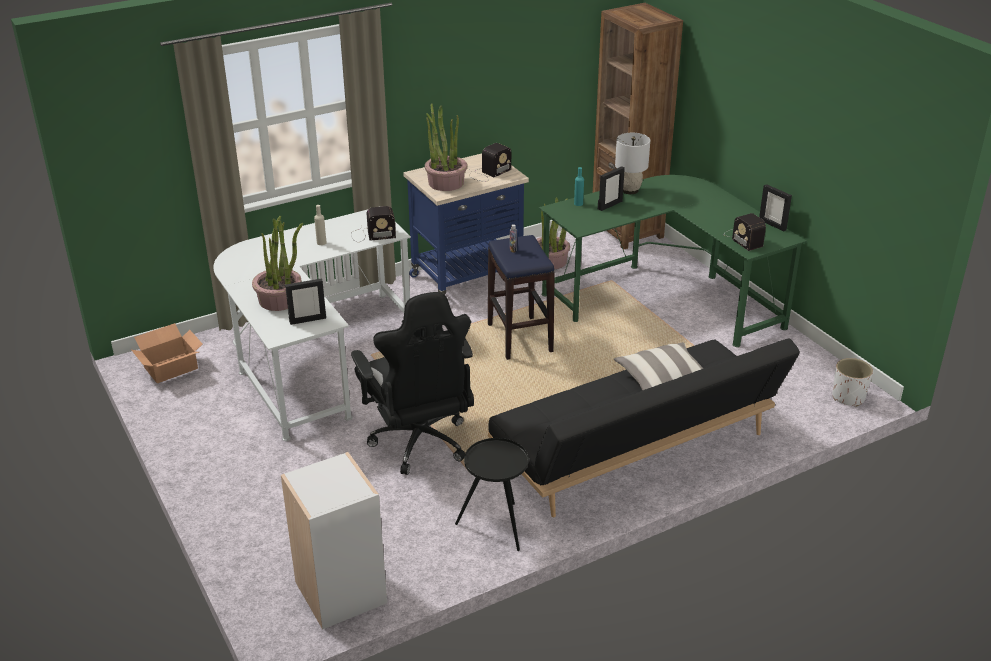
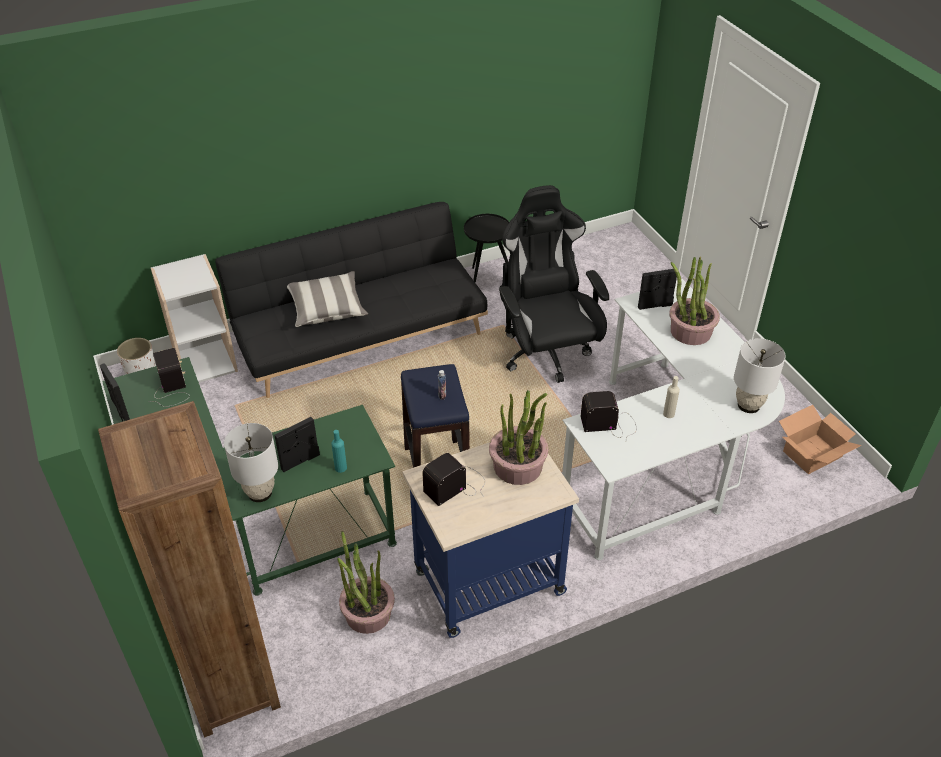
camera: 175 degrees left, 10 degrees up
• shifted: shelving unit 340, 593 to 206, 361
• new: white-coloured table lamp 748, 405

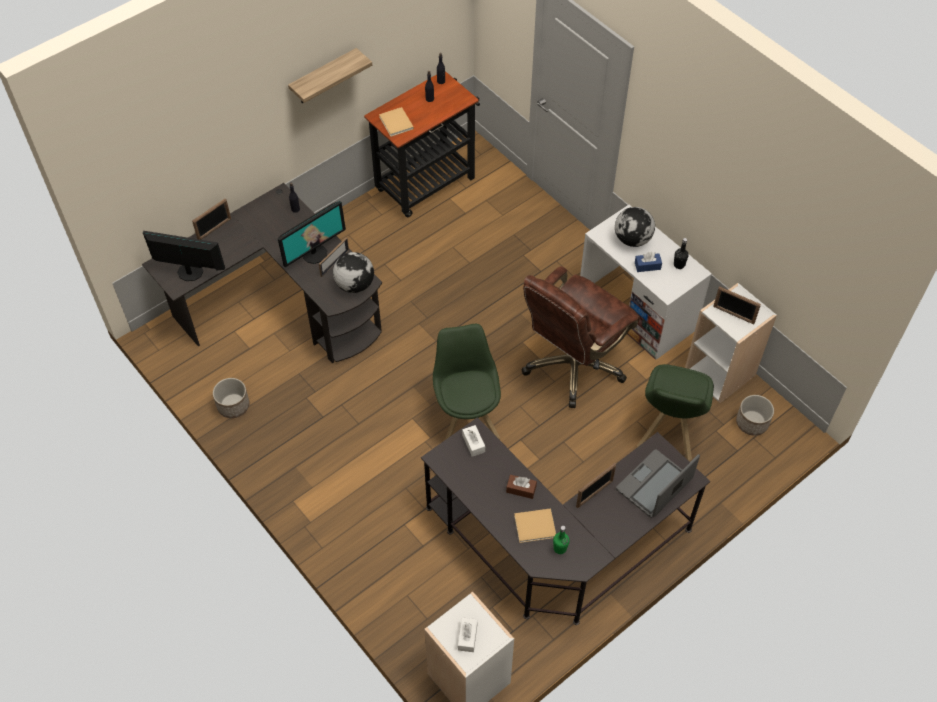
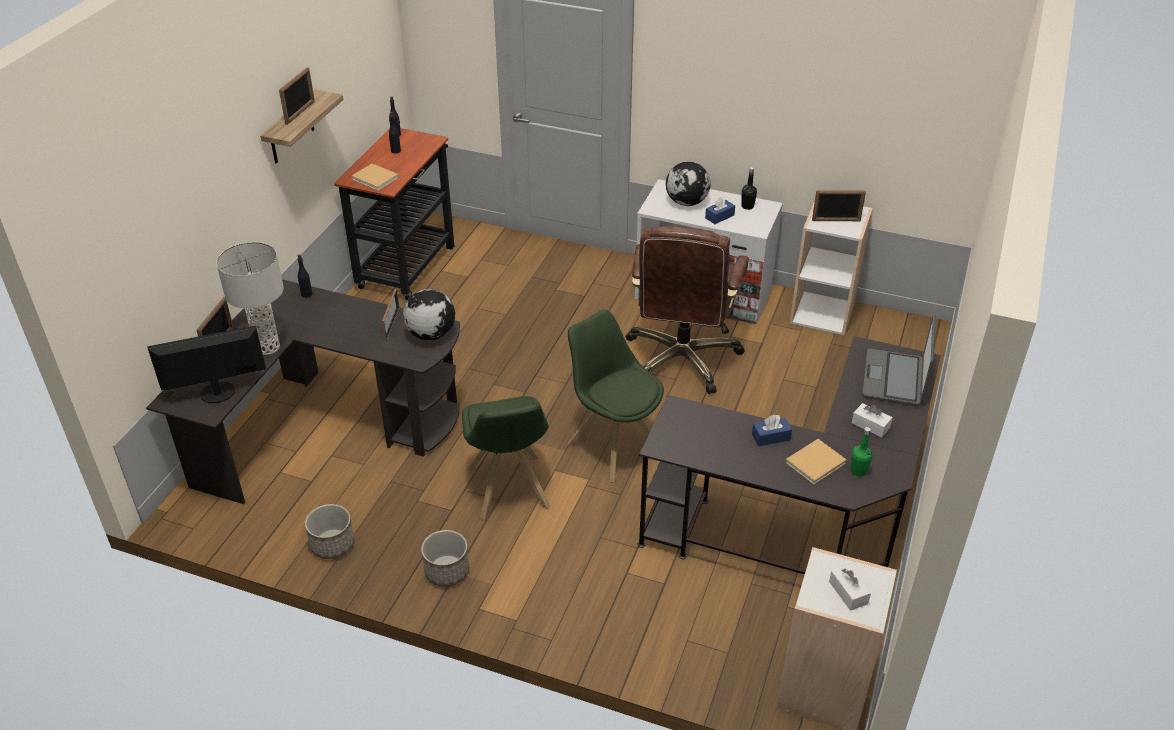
camera: 30 degrees left, 15 degrees down
• new: white-coloured table lamp 266, 347
• shifted: picture frame 594, 493 to 300, 112
• shifted: planter 752, 422 to 447, 571
• shifted: greenish chair 669, 430 to 509, 488
• repainted: brownish tissue box 521, 489 to blue-coloured tissue box 771, 437
• shifted: white-coloured tissue box 473, 443 to 870, 425
• gone: computer display 314, 253

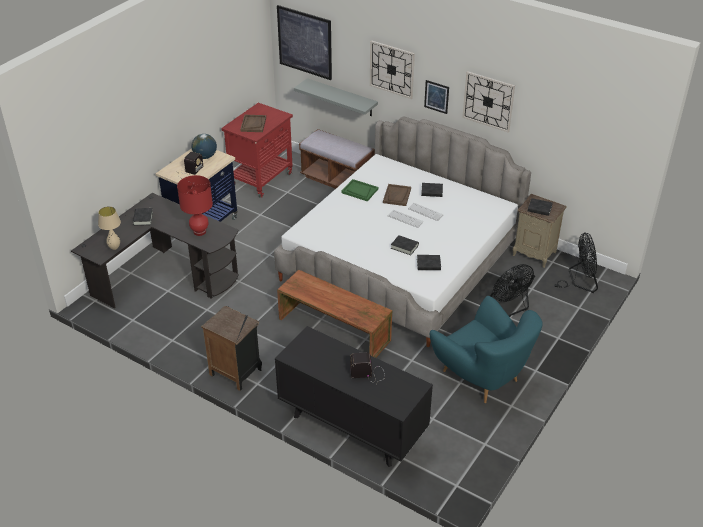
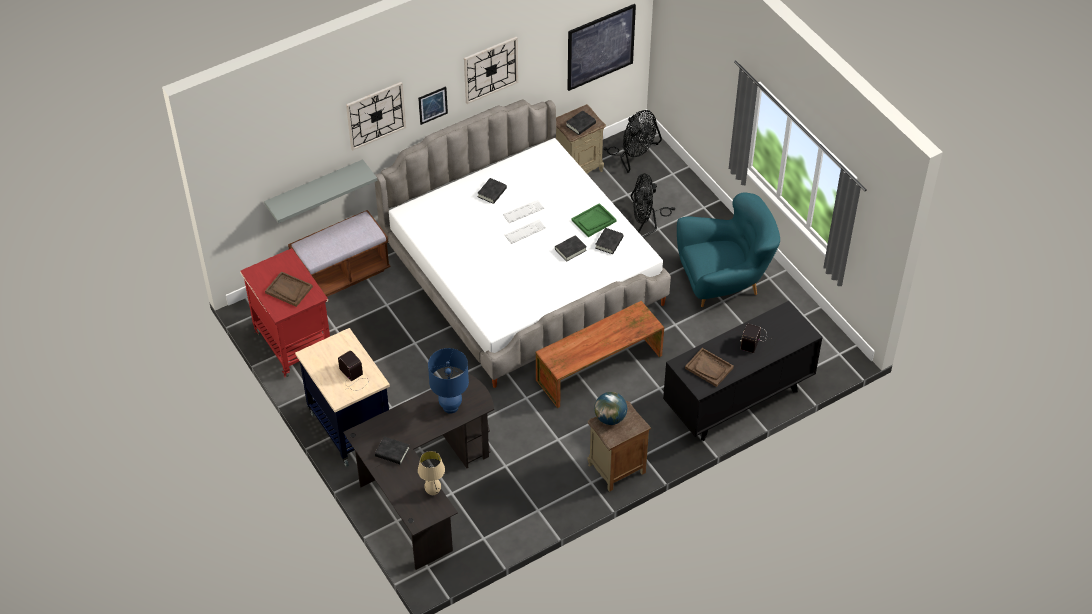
camera: 65 degrees left, 10 degrees up
• repainted: reddish table lamp 199, 232 to blue-coloured table lamp 450, 407
• shifted: picture 305, 42 to 600, 47
• shifted: greenish tray 359, 191 to 593, 221
• repainted: black nightstand 235, 371 to beige nightstand 616, 468
• shifted: world globe 205, 156 to 610, 418
• rotated: black electric fan 578, 278 = 633, 154 105 degrees clockwise
• shifted: brownish tray 397, 196 to 709, 368

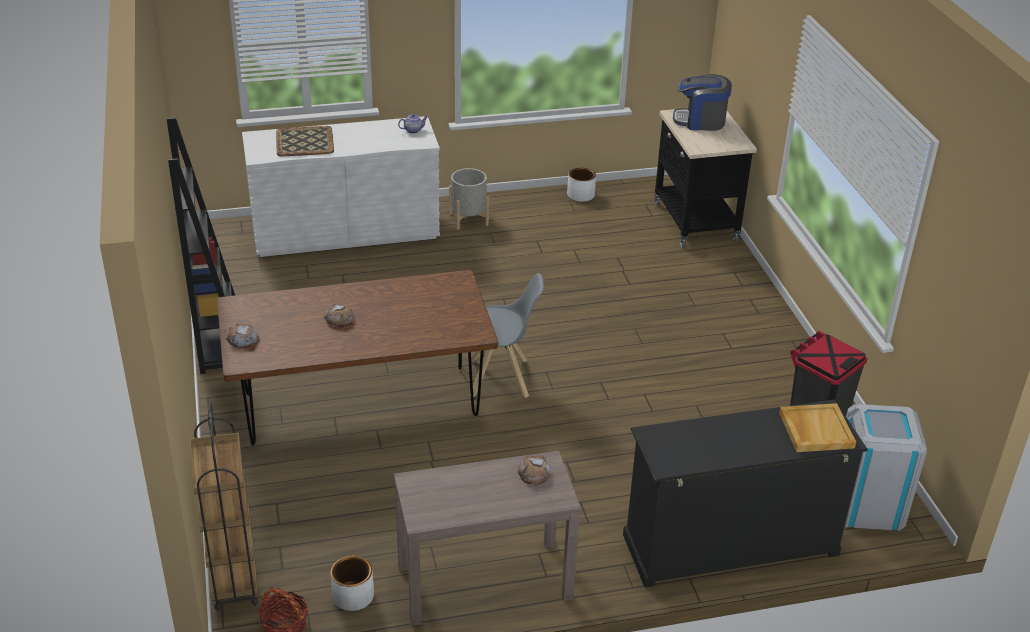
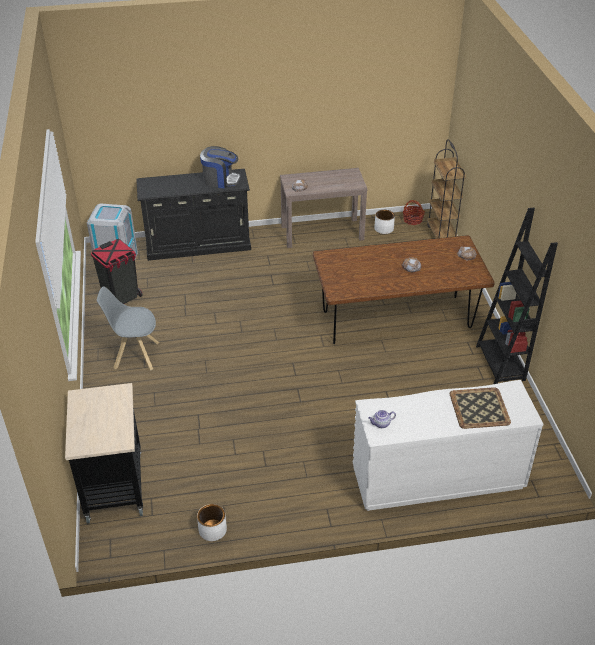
camera: 175 degrees left, 5 degrees up
• shifted: grey chair 501, 378 to 135, 355
• shifted: coffee maker 700, 121 to 220, 180
• gone: grey planter 468, 219
• gone: beige tray 815, 430

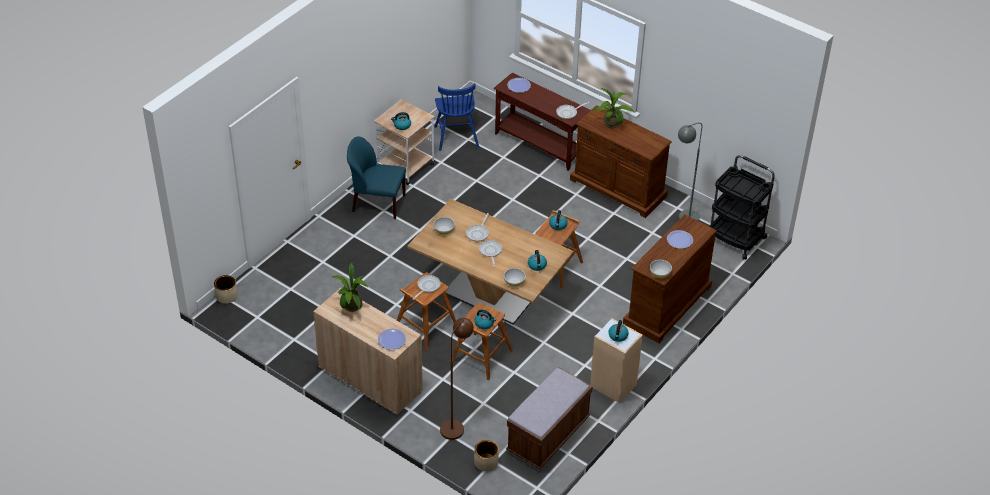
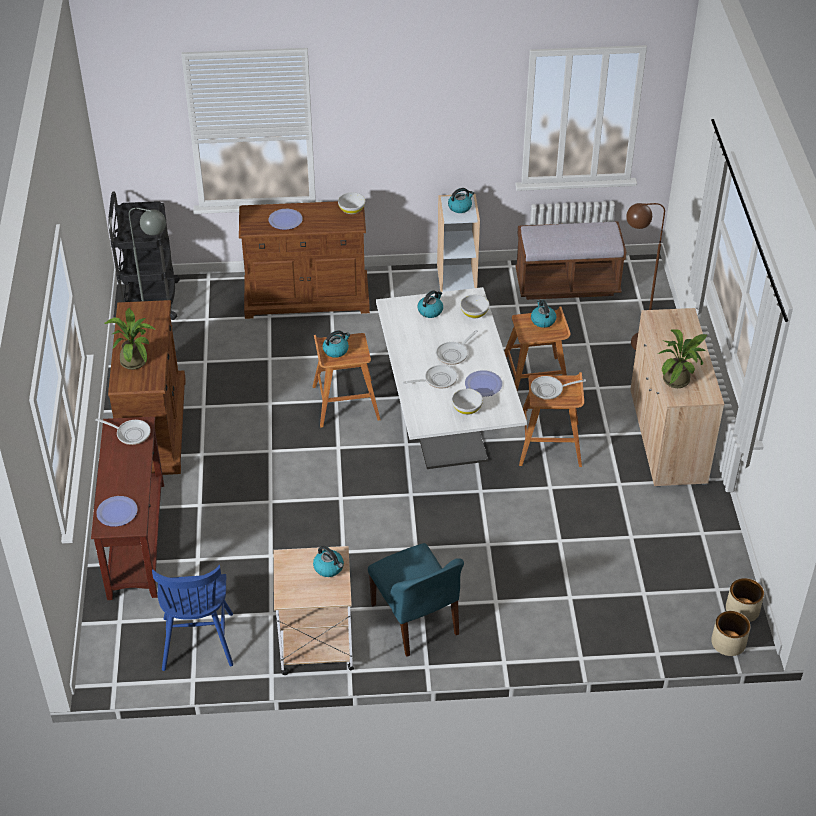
camera: 130 degrees left, 0 degrees up
• rotated: blue-coloured chair 456, 134 = 197, 637 135 degrees clockwise
• repainted: brownish dinner table 489, 295 to white-coloured dinner table 446, 425
• shifted: plate 392, 340 to 483, 384
• shifted: beige planter 486, 462 to 742, 610

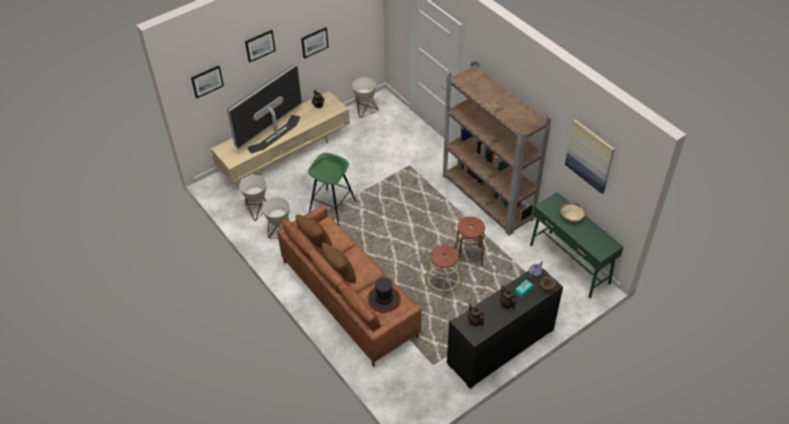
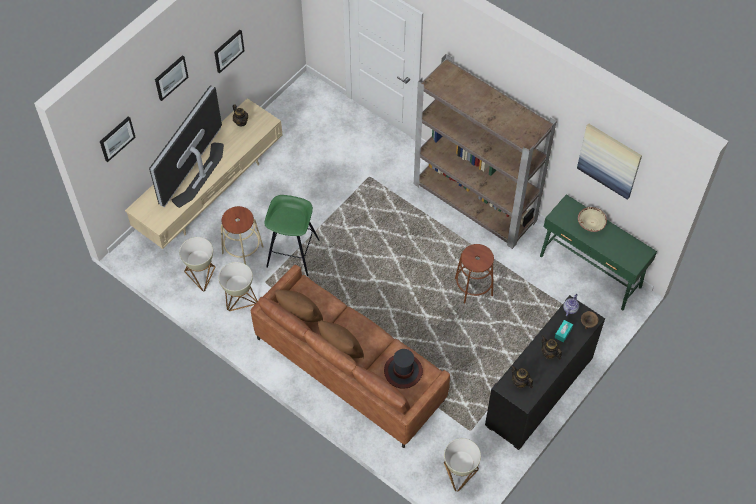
camera: 15 degrees left, 10 degrees up
• shifted: beige stool seat 443, 286 to 242, 250
• shifted: planter 365, 110 to 459, 475

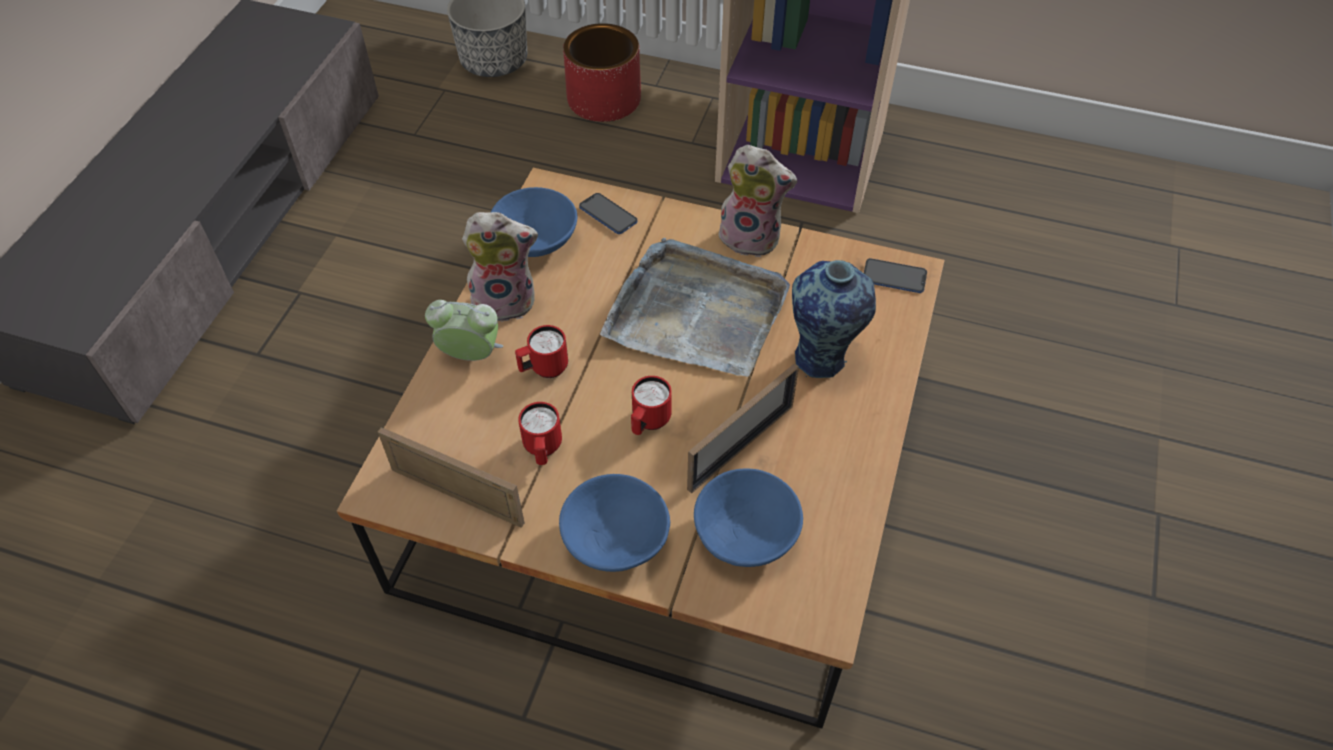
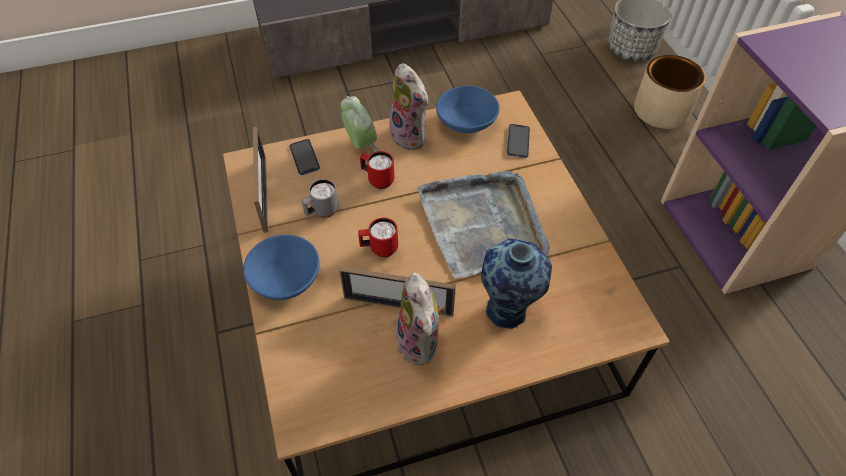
camera: 55 degrees right, 0 degrees up
• shifted: phone 894, 277 to 304, 158
• repainted: reddish coffee mug 543, 450 to grey coffee mug 322, 211
• shifted: soft toy 752, 237 to 421, 343
• repainted: reddish planter 604, 100 to beige planter 661, 111
• gone: blue-coloured bowl 745, 533

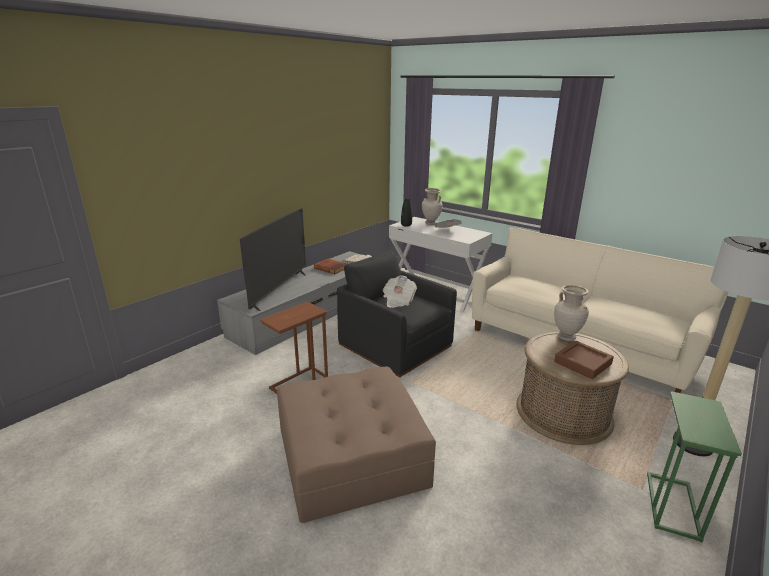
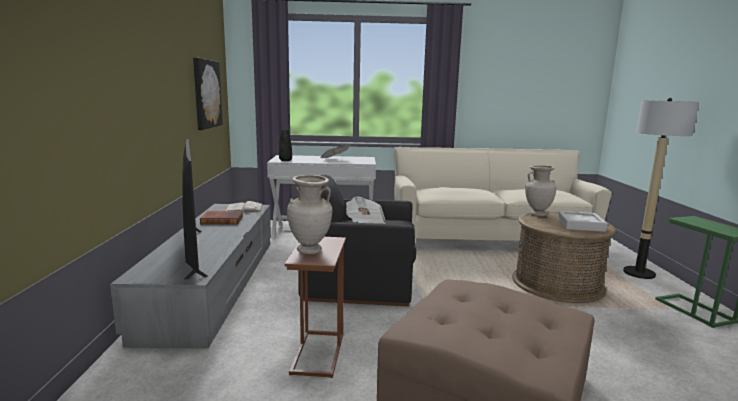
camera: 40 degrees left, 10 degrees down
• new: picture 206, 94
• shifted: beige vase 430, 223 to 309, 251
• repainted: brownish tray 582, 363 to grey tray 580, 225

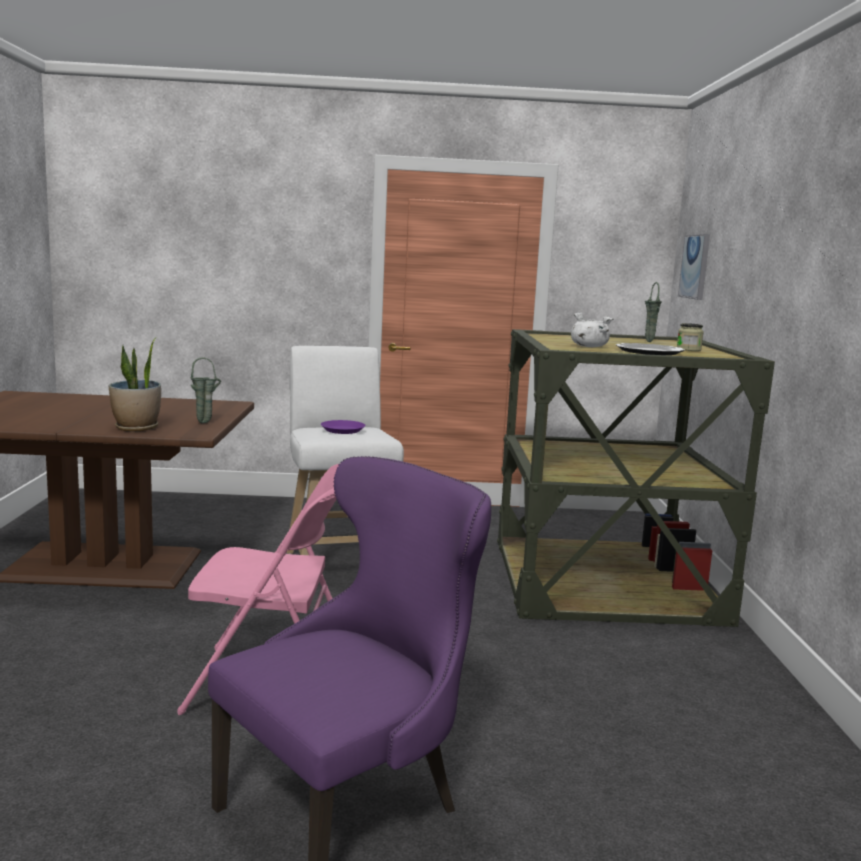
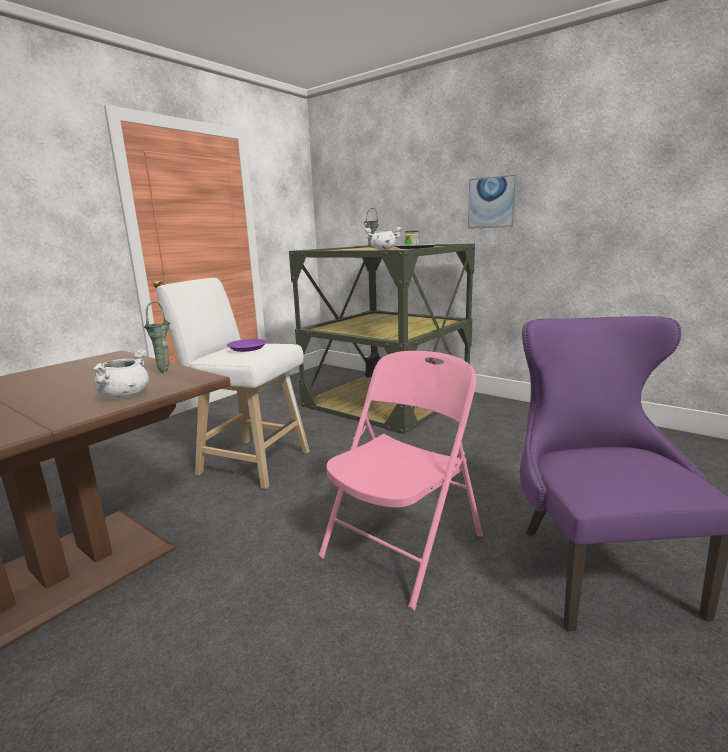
camera: 50 degrees left, 5 degrees up
• swapped: plant in a pot 136, 428 to white-coloured saucepot 125, 395
• shifted: picture 695, 266 to 492, 202

